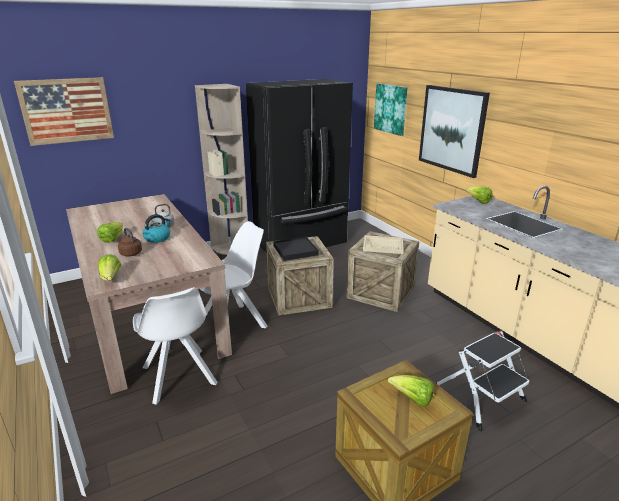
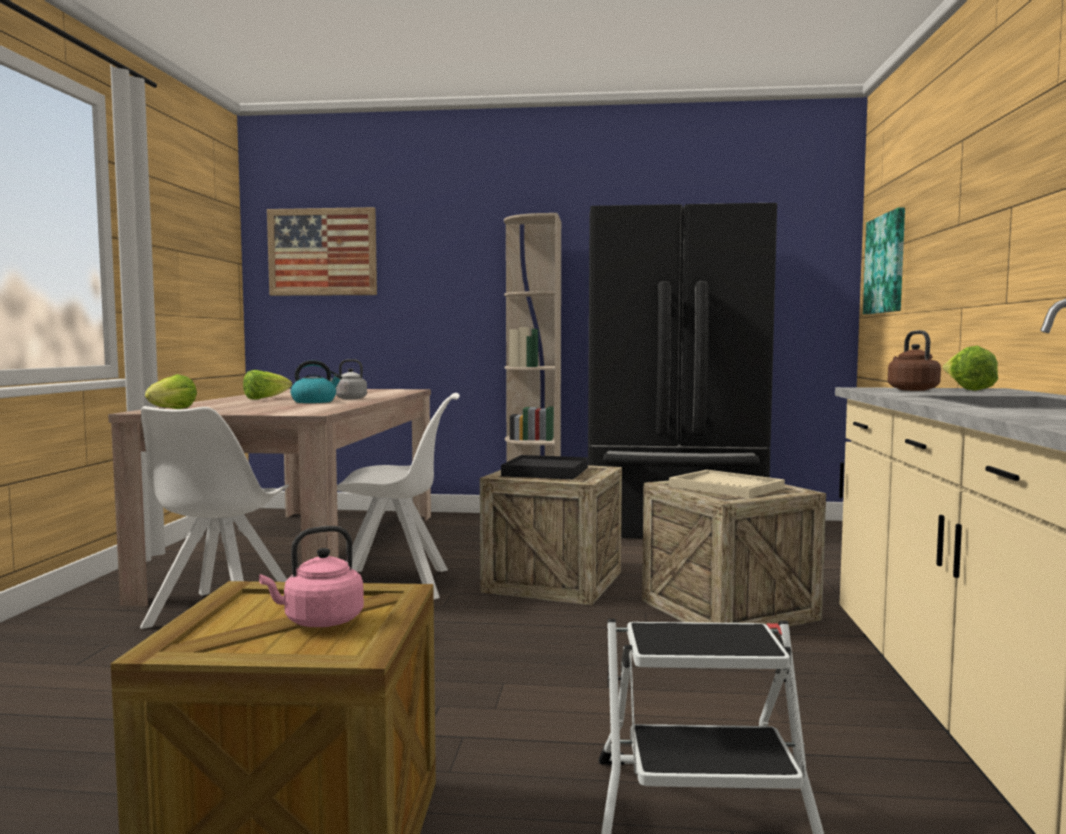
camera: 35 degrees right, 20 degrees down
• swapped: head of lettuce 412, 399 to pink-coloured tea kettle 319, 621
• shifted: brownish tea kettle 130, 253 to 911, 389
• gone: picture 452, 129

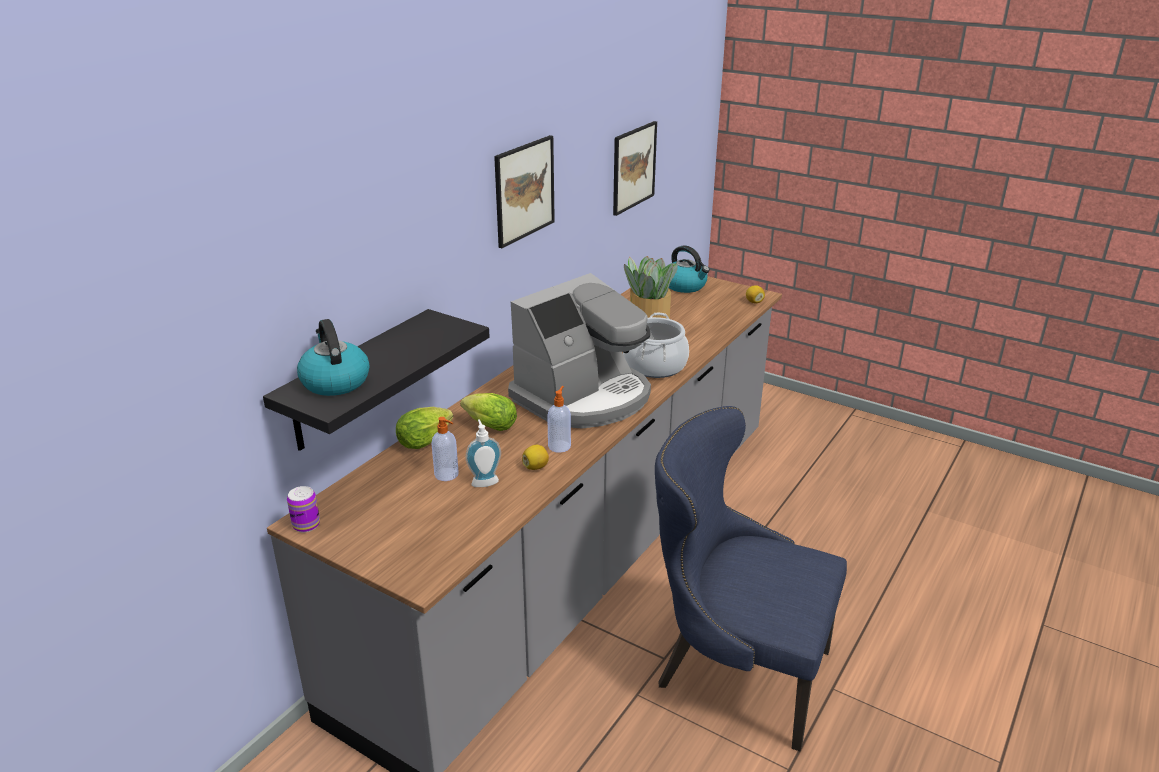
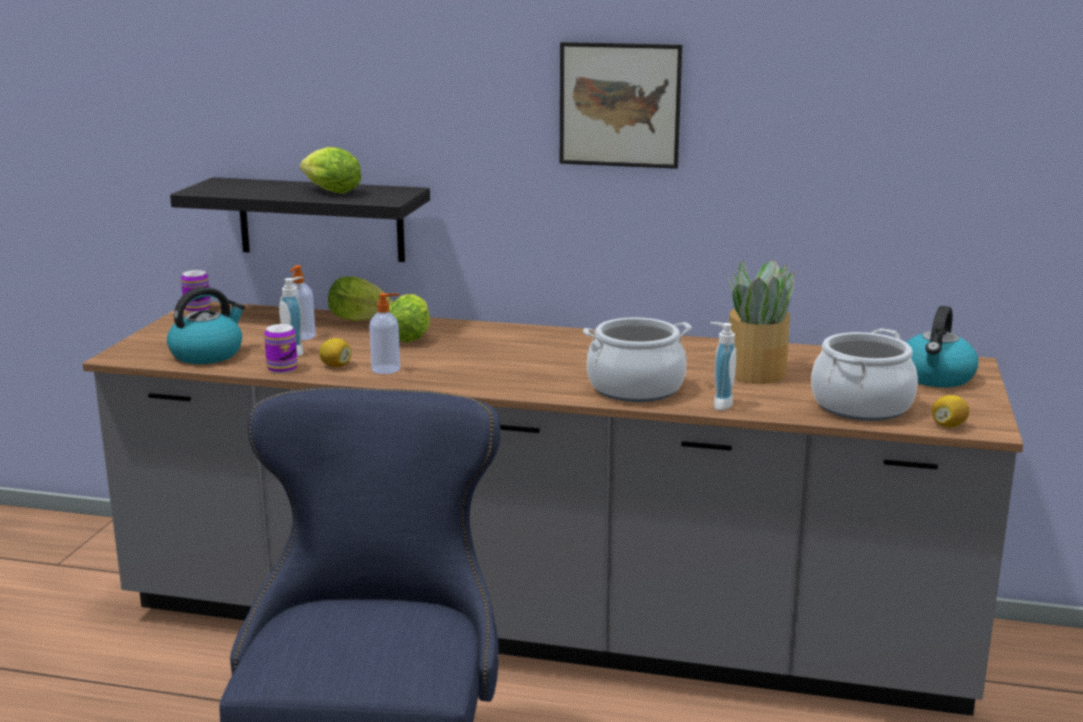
camera: 70 degrees right, 10 degrees down
• shifted: tea kettle 334, 381 to 207, 354
• new: can 282, 368
• new: head of lettuce 328, 191
• new: soap bottle 719, 404
• new: saucepot 862, 406
• gone: coffee maker 583, 397
• gone: picture 633, 167

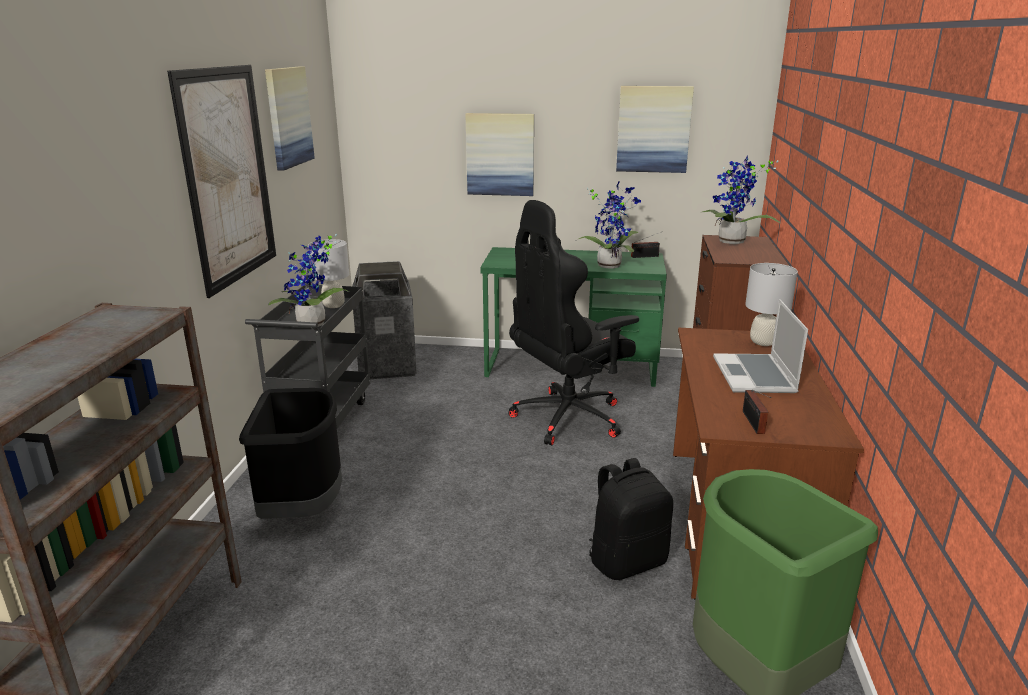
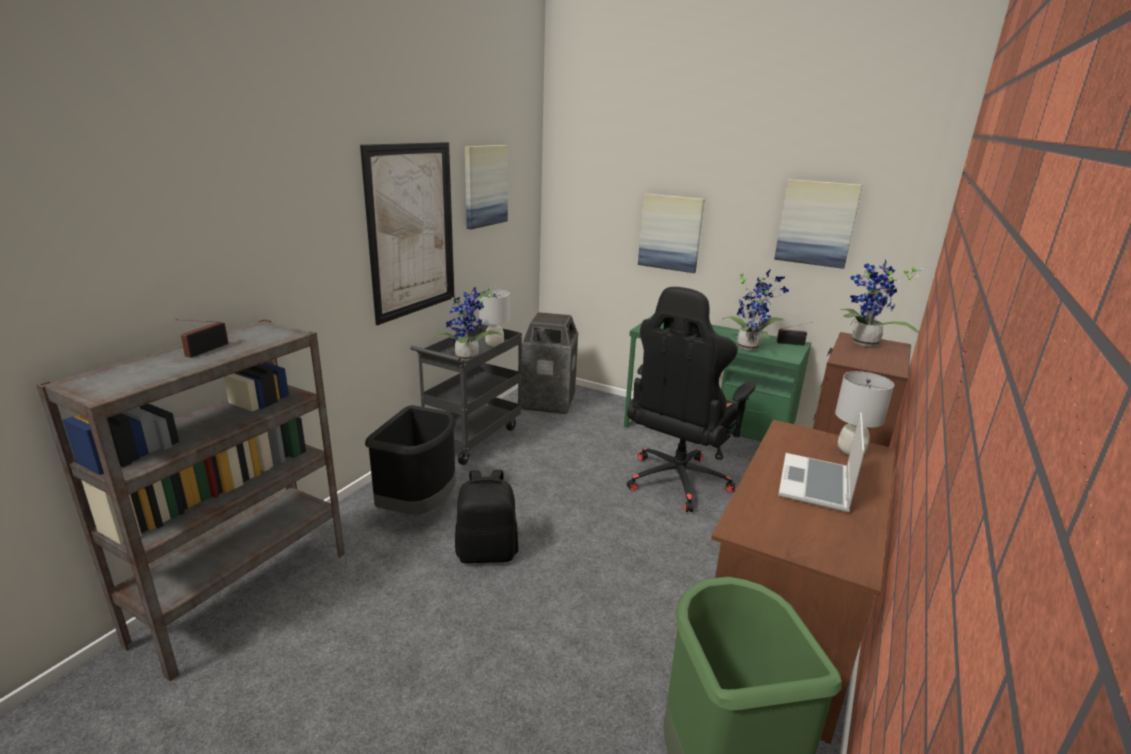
camera: 20 degrees right, 0 degrees up
• shifted: radio receiver 753, 423 to 204, 350
• shifted: black rucksack 627, 561 to 487, 552
• rotated: black computer chair 569, 417 = 678, 480 45 degrees counterclockwise

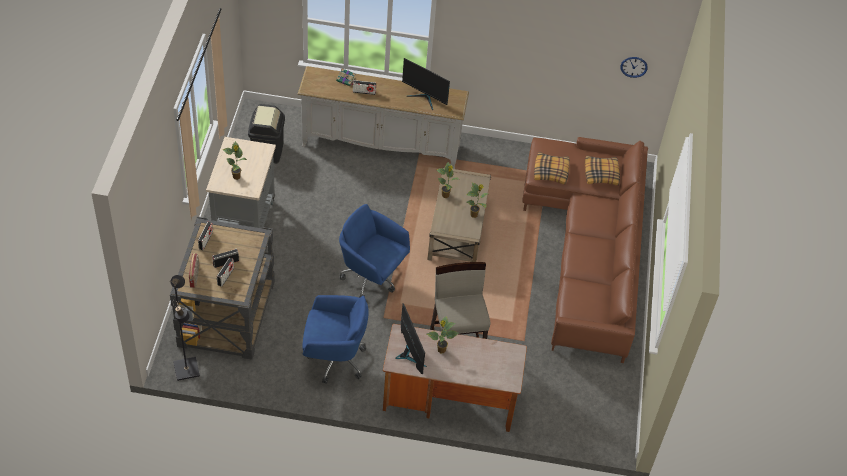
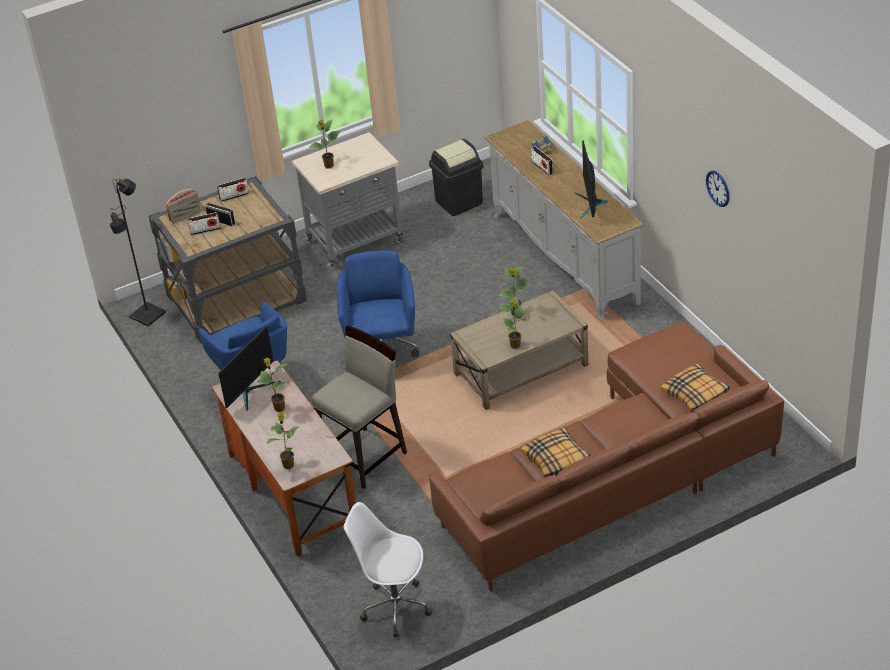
camera: 60 degrees right, 10 degrees down
• new: plant in a pot 288, 464
• new: white-coloured computer chair 394, 608
• shifted: cushion 551, 172 to 556, 459
• shifted: wall clock 634, 67 to 718, 188

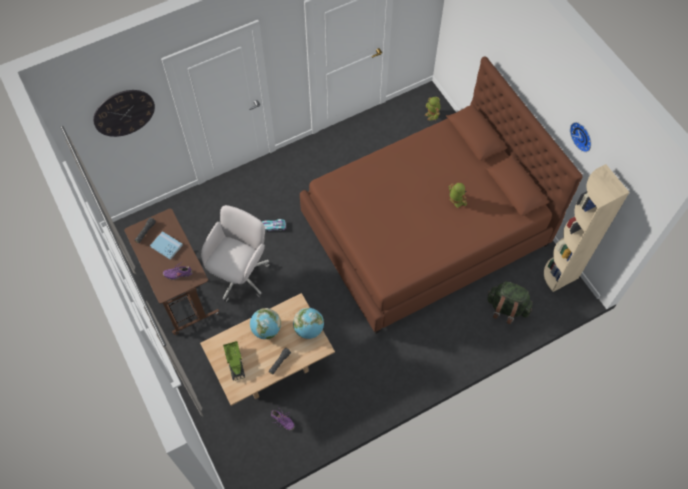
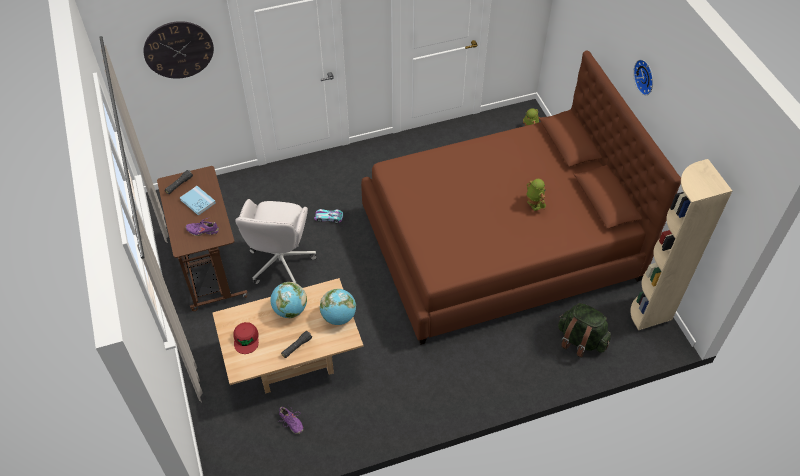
camera: 10 degrees right, 10 degrees down
• swapped: toy lorry 235, 362 to reddish peaked cap 246, 339
• rotated: white-coloured computer chair 240, 276 = 281, 262 150 degrees clockwise
• shifted: wall clock 582, 136 to 646, 76

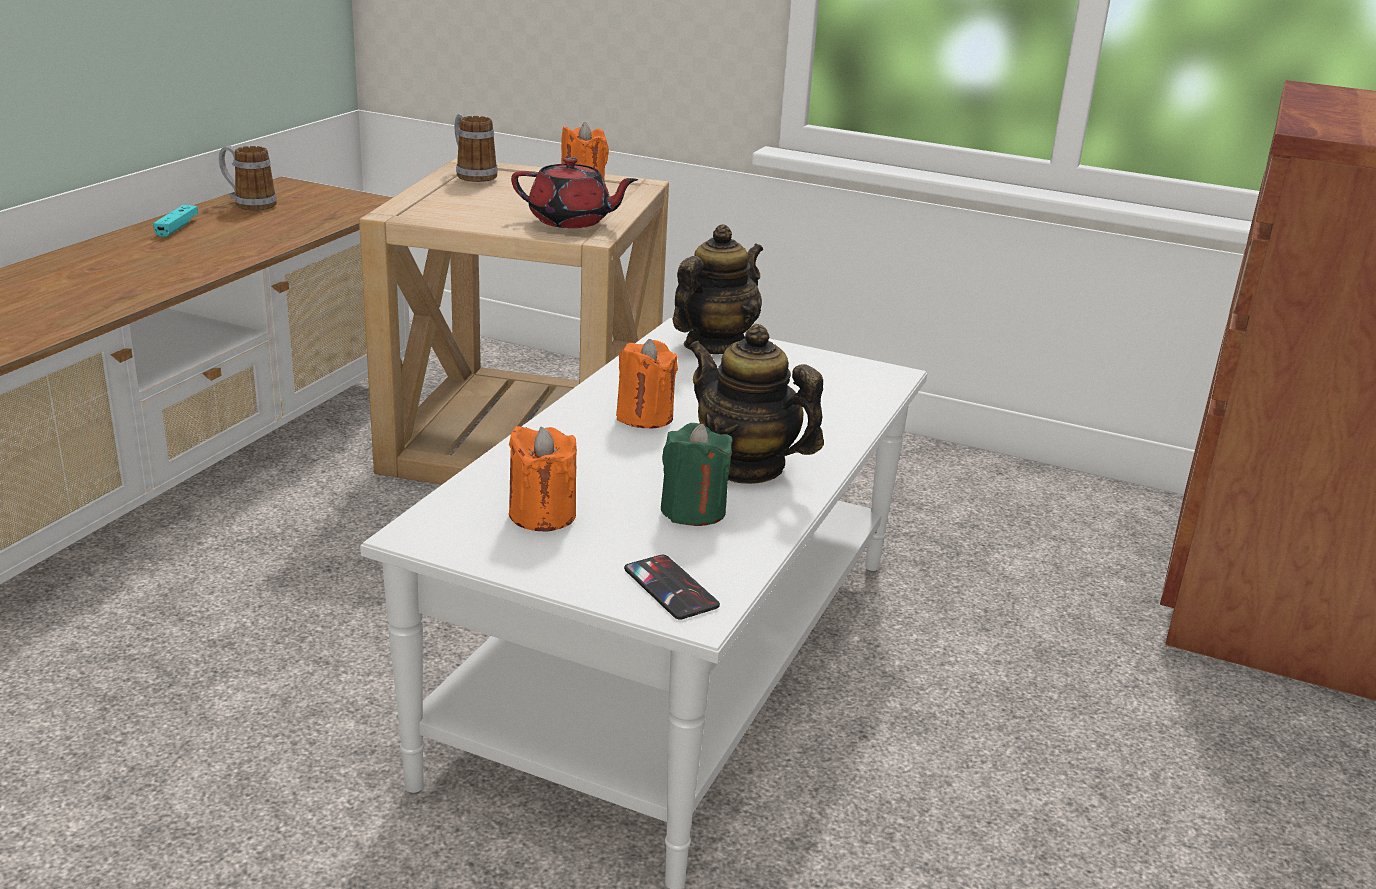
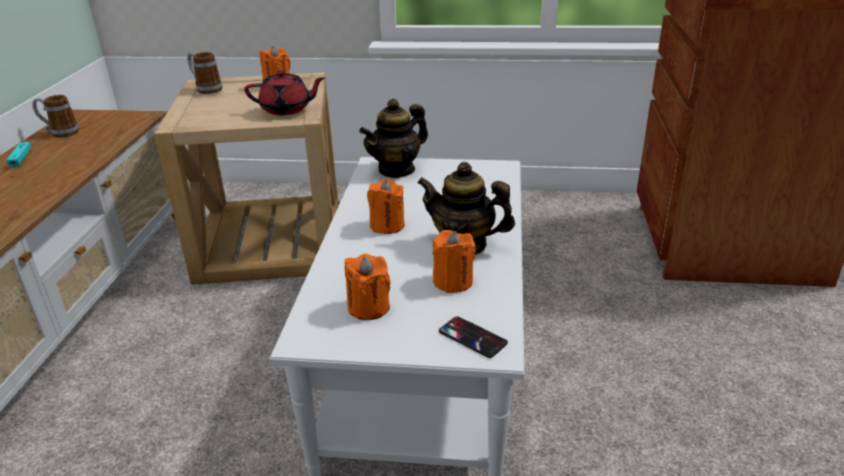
camera: 15 degrees left, 5 degrees up
• rotated: tea pot 713, 345 = 397, 169 150 degrees counterclockwise
• repainted: greenish wax candle 693, 511 to orangey wax candle 453, 281

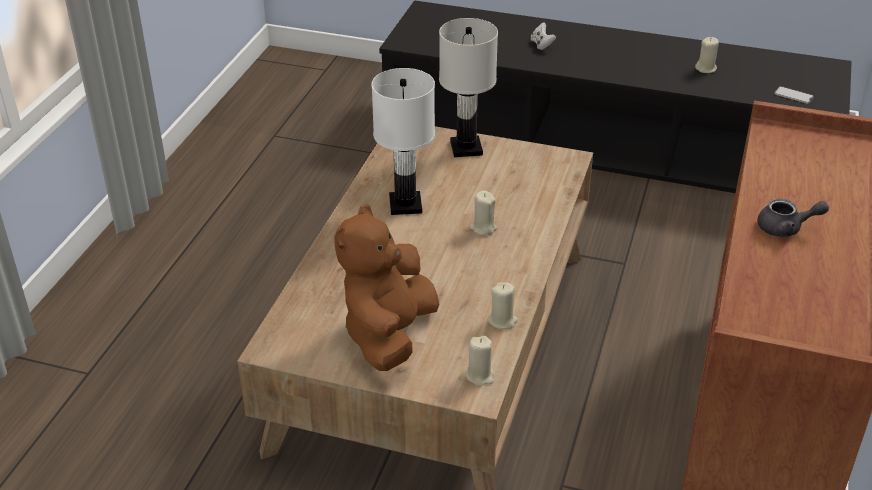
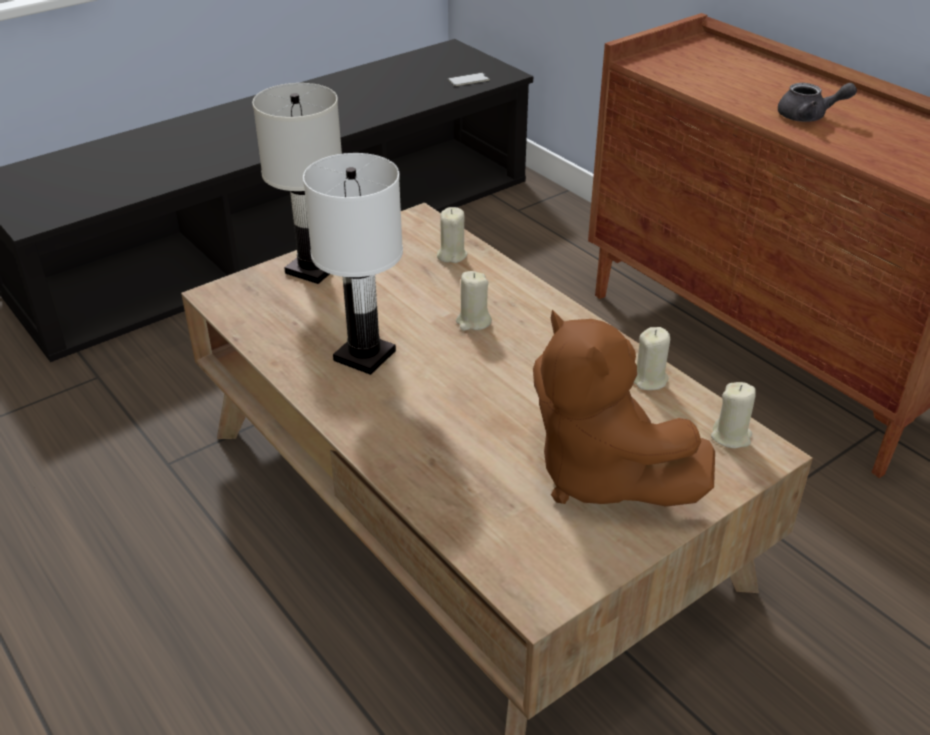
camera: 55 degrees left, 0 degrees up
• shifted: beige wax candle 706, 68 to 452, 255
• rotated: grey tea pot 785, 228 = 808, 116 60 degrees clockwise
• gone: white-coloured joypad 541, 45

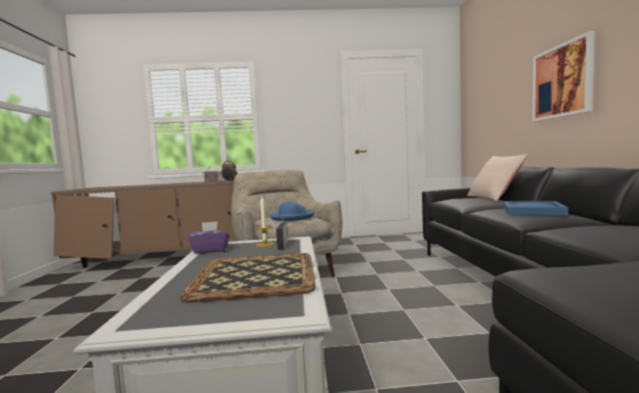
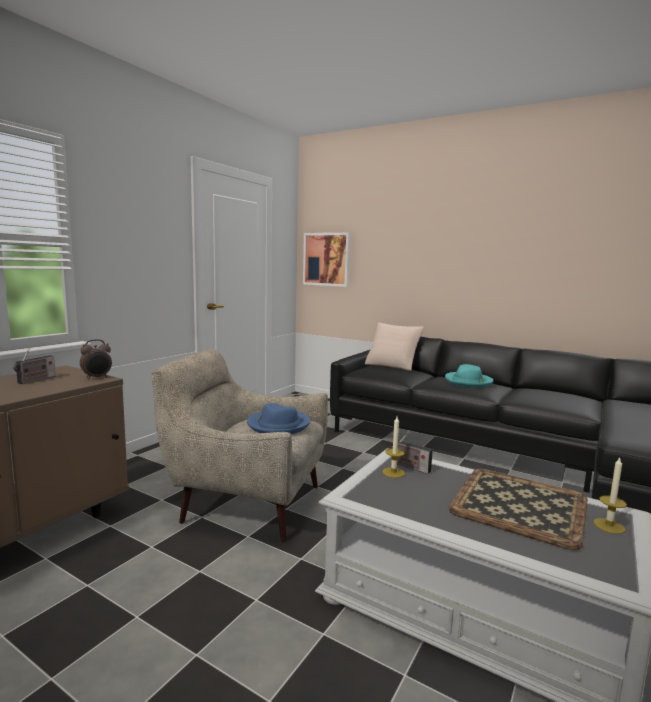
camera: 55 degrees left, 5 degrees up
• shifted: picture 562, 81 to 326, 259
• swapped: blue-coloured tray 533, 211 to turquoise-coloured wearable hat 468, 382
• new: wax candle 609, 526
• gone: purple-coloured tissue box 211, 250

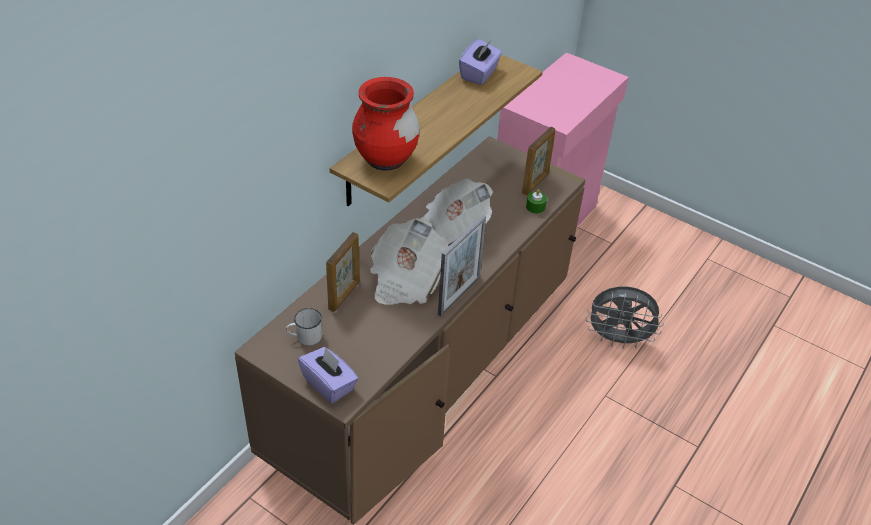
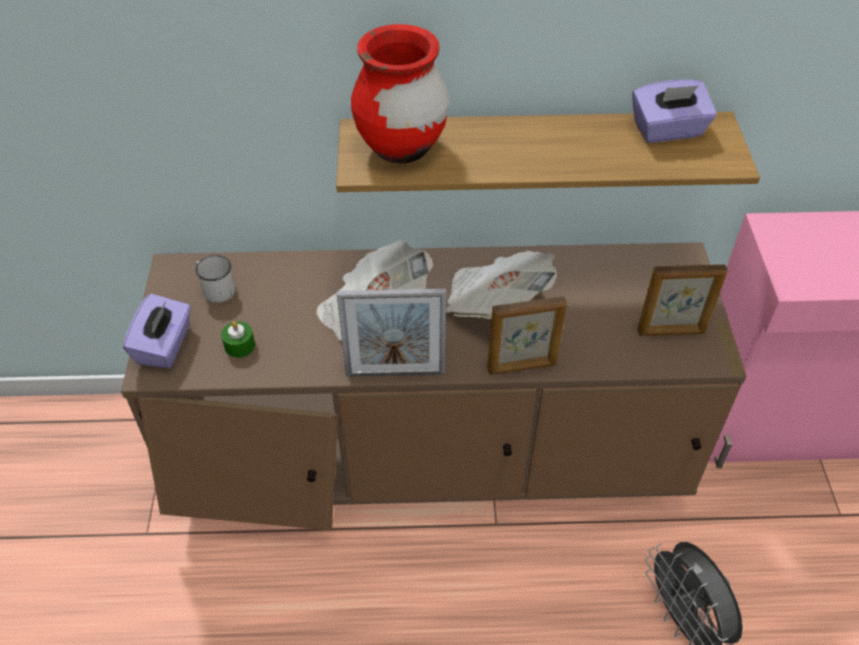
camera: 55 degrees right, 5 degrees up
• shifted: greenish wax candle 535, 207 to 239, 345
• shifted: picture frame 344, 295 to 522, 367

